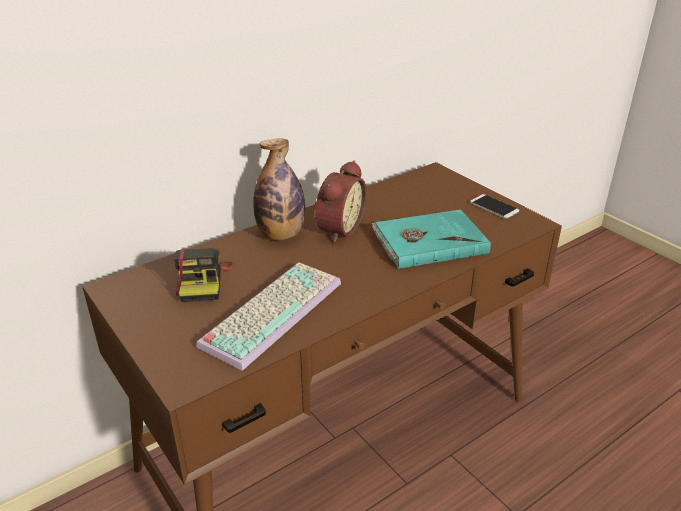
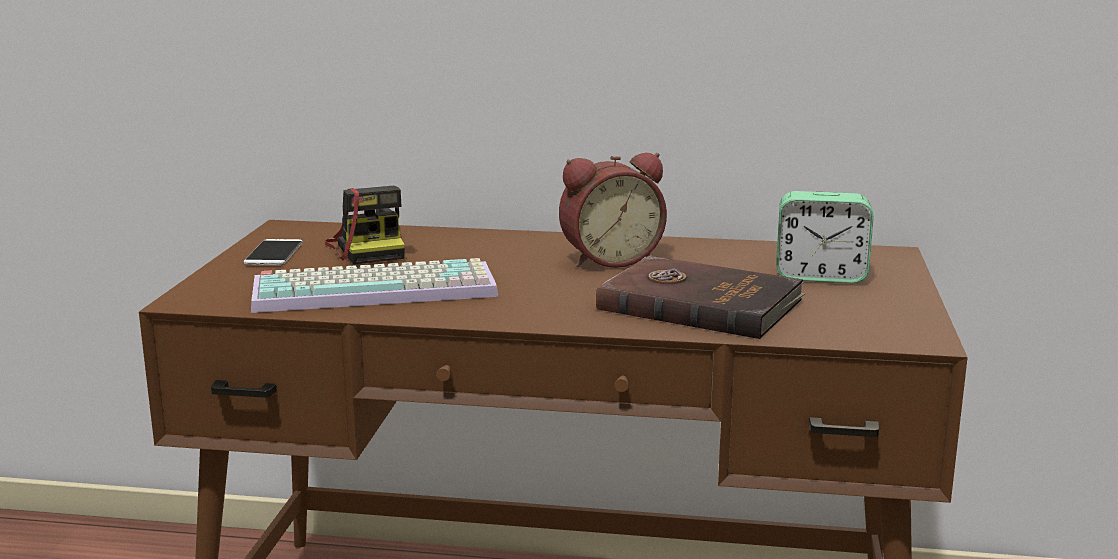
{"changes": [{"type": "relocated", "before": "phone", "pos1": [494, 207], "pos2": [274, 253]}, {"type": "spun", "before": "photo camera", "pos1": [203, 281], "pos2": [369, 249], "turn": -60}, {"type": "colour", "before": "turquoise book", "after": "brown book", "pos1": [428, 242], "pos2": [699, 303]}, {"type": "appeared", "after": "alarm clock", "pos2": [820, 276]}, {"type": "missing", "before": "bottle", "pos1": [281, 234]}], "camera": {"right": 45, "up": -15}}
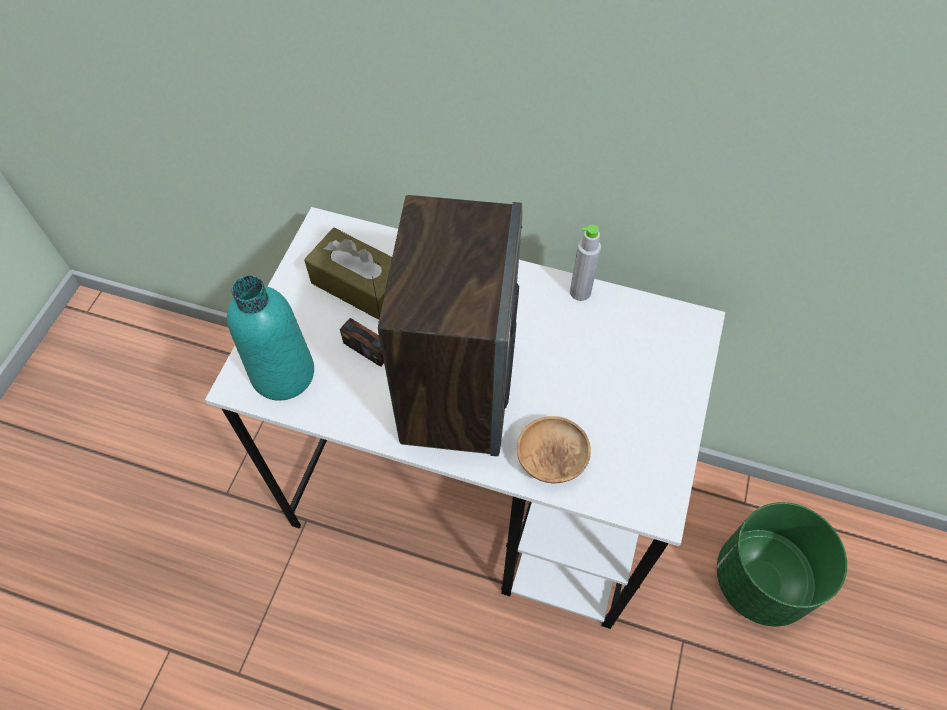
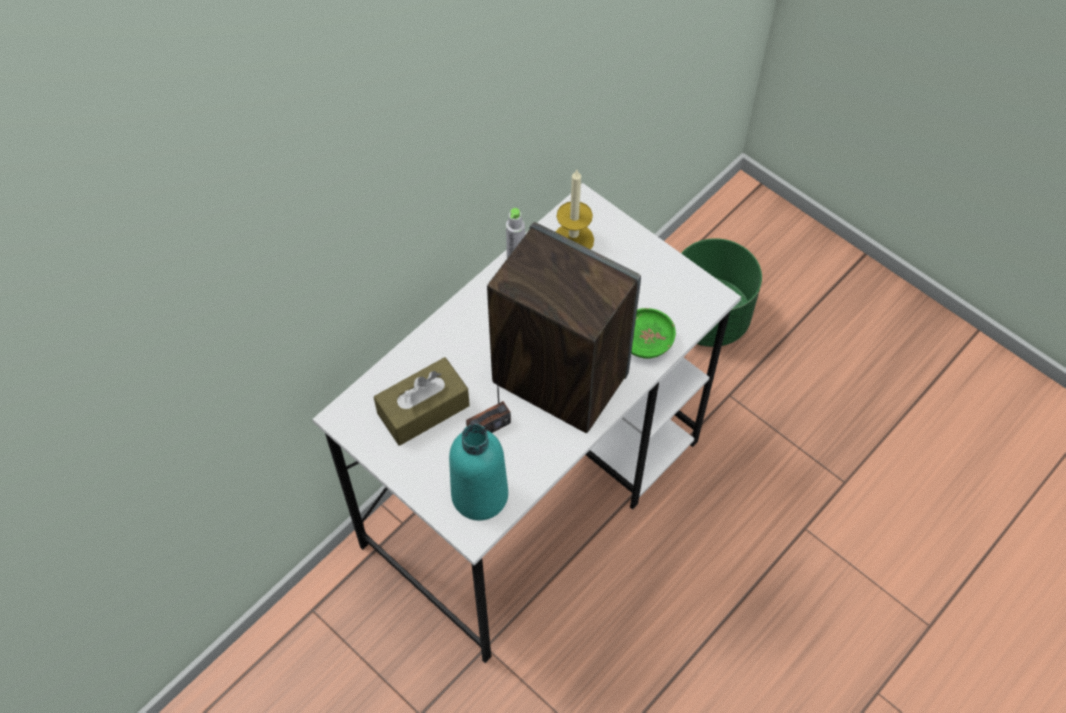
{"changes": [{"type": "appeared", "after": "candle", "pos2": [573, 240]}, {"type": "colour", "before": "brown bowl", "after": "green bowl", "pos1": [551, 458], "pos2": [645, 342]}], "camera": {"right": -65, "up": 0}}
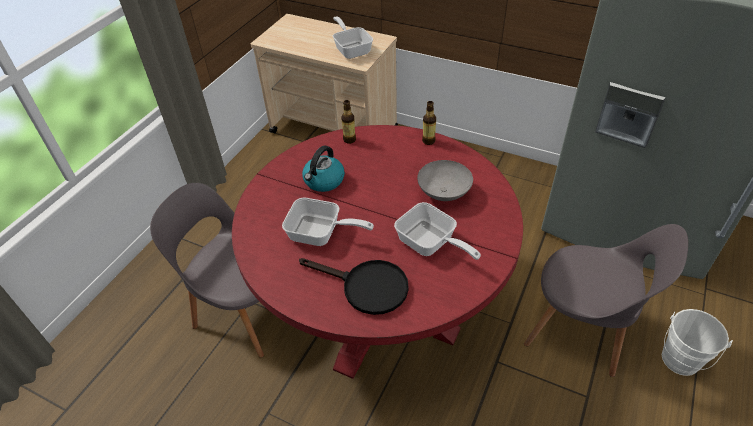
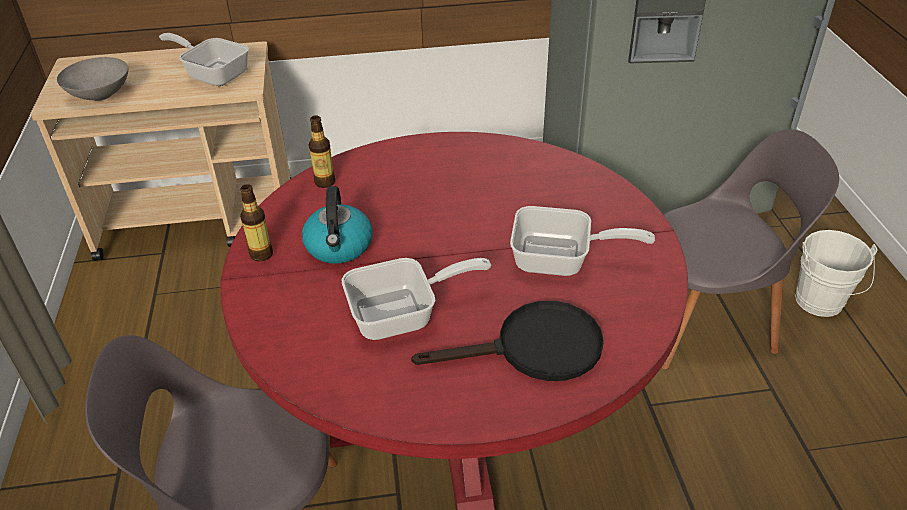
{"changes": [{"type": "relocated", "before": "grey bowl", "pos1": [443, 193], "pos2": [100, 96]}, {"type": "relocated", "before": "bottle", "pos1": [428, 141], "pos2": [261, 254]}], "camera": {"right": -35, "up": -5}}
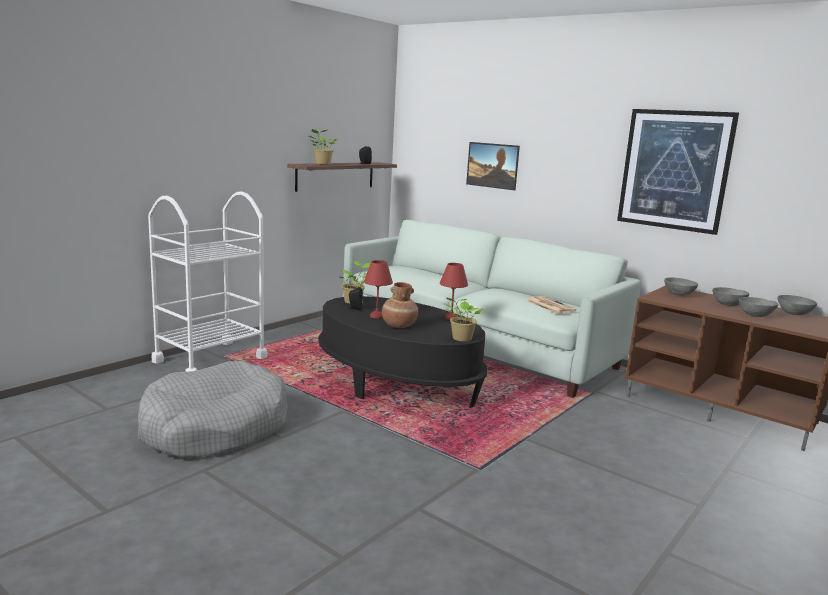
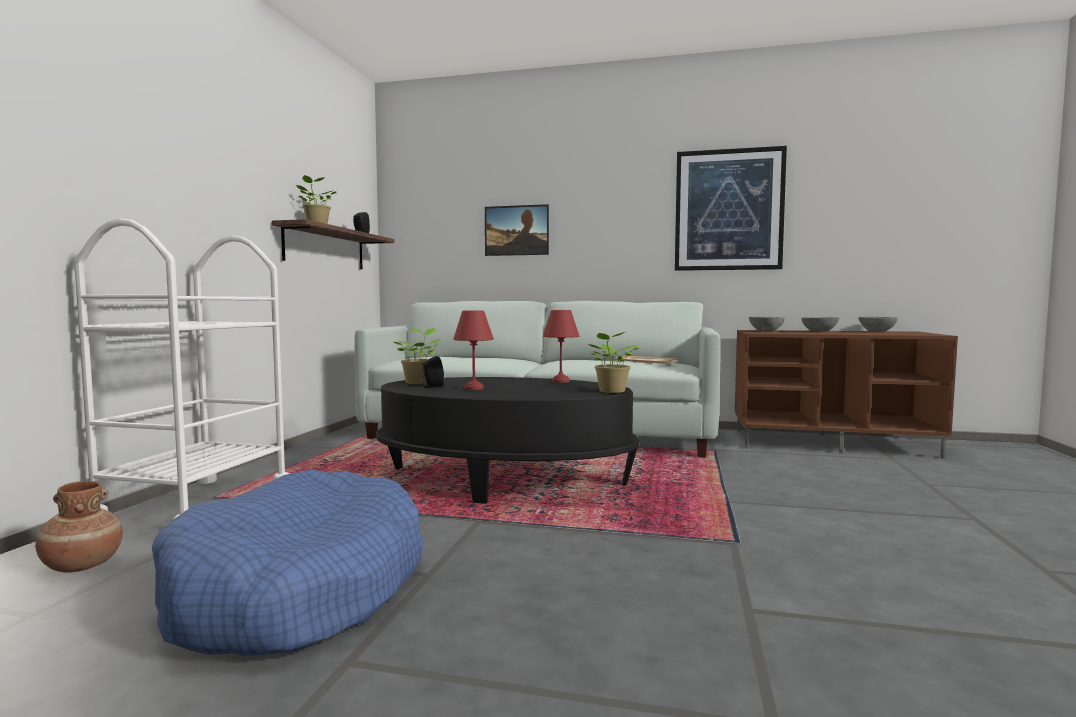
{"changes": [{"type": "relocated", "before": "brown vase", "pos1": [399, 326], "pos2": [82, 565]}, {"type": "colour", "before": "grey dog bed", "after": "blue dog bed", "pos1": [215, 428], "pos2": [298, 589]}, {"type": "missing", "before": "grey bowl", "pos1": [755, 315]}], "camera": {"right": -25, "up": -10}}
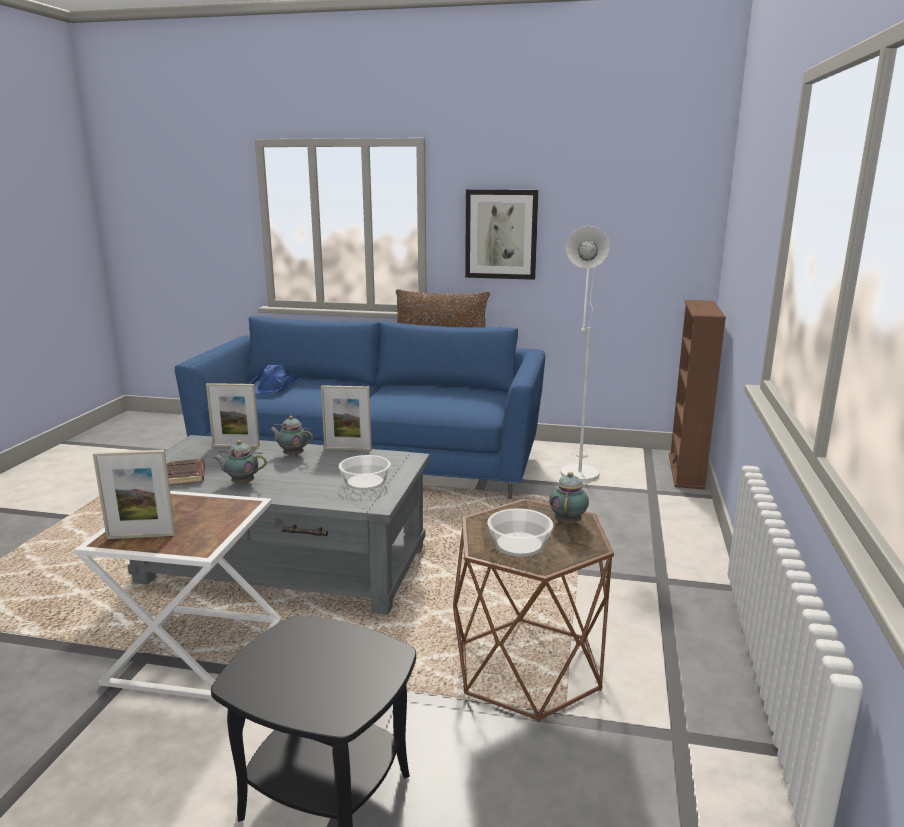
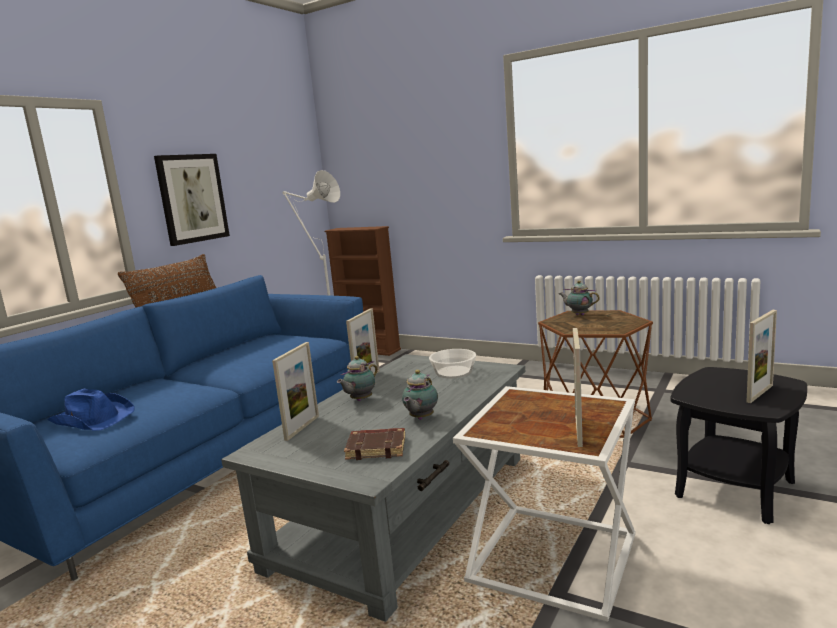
{"changes": [{"type": "appeared", "after": "picture frame", "pos2": [760, 393]}, {"type": "missing", "before": "bowl", "pos1": [519, 544]}], "camera": {"right": -70, "up": -5}}
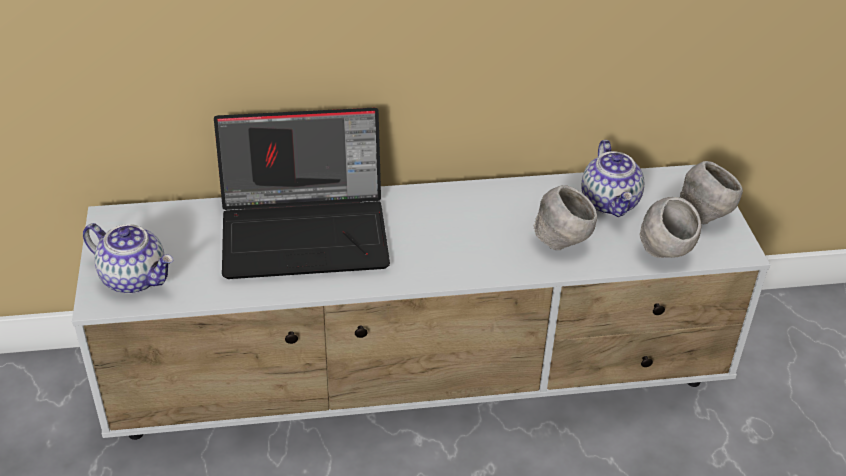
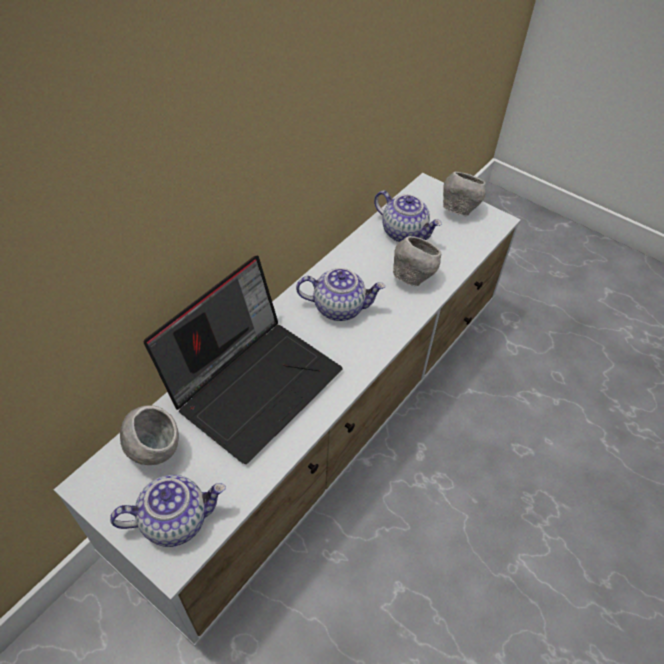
{"changes": [{"type": "relocated", "before": "grey bowl", "pos1": [664, 254], "pos2": [155, 452]}, {"type": "appeared", "after": "teapot", "pos2": [339, 307]}], "camera": {"right": -45, "up": 10}}
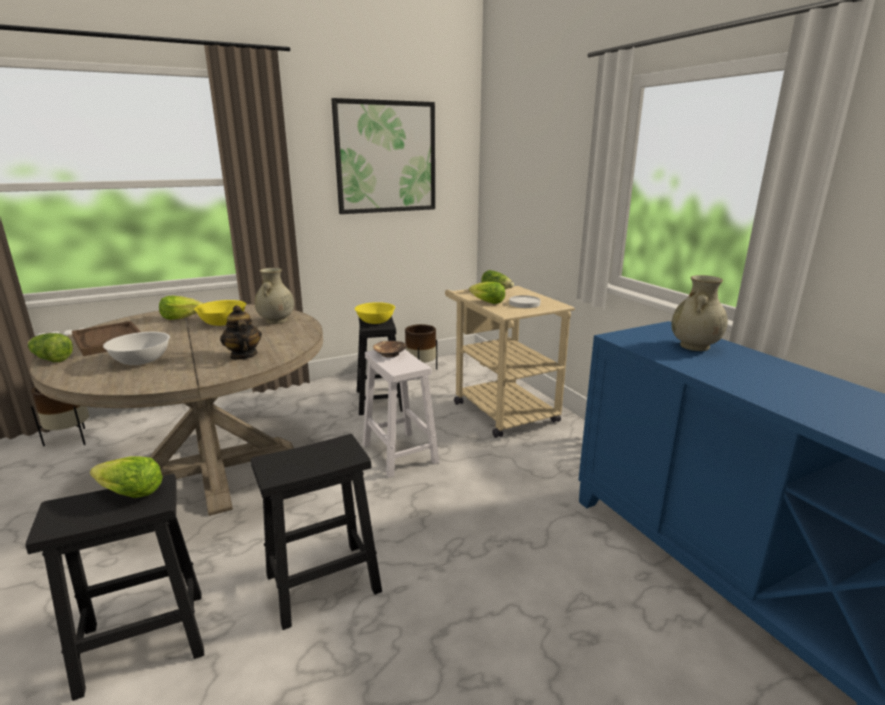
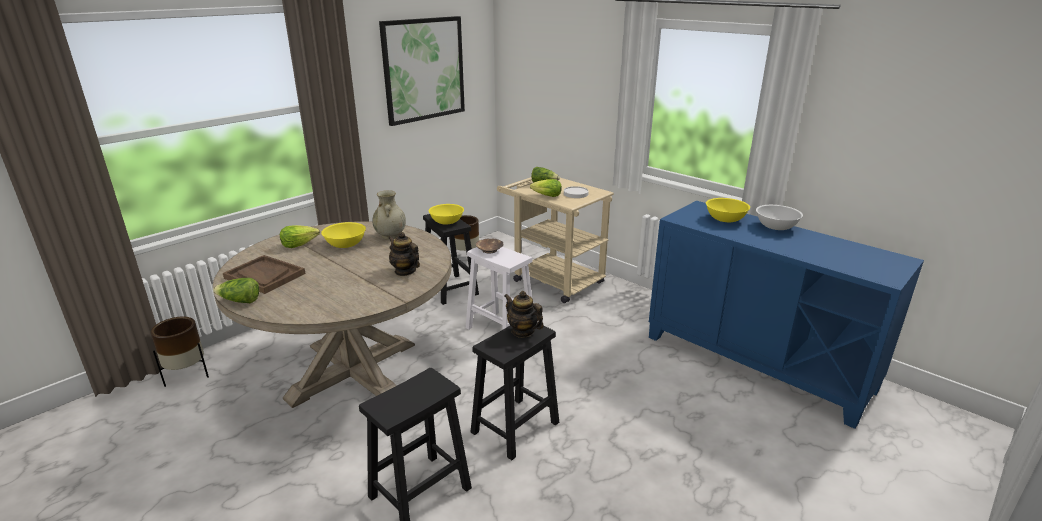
{"changes": [{"type": "appeared", "after": "teapot", "pos2": [523, 331]}, {"type": "exchanged", "before": "beige vase", "after": "yellow bowl", "pos1": [694, 346], "pos2": [725, 219]}, {"type": "relocated", "before": "white bowl", "pos1": [141, 361], "pos2": [775, 227]}, {"type": "missing", "before": "lettuce", "pos1": [130, 493]}], "camera": {"right": -20, "up": 5}}
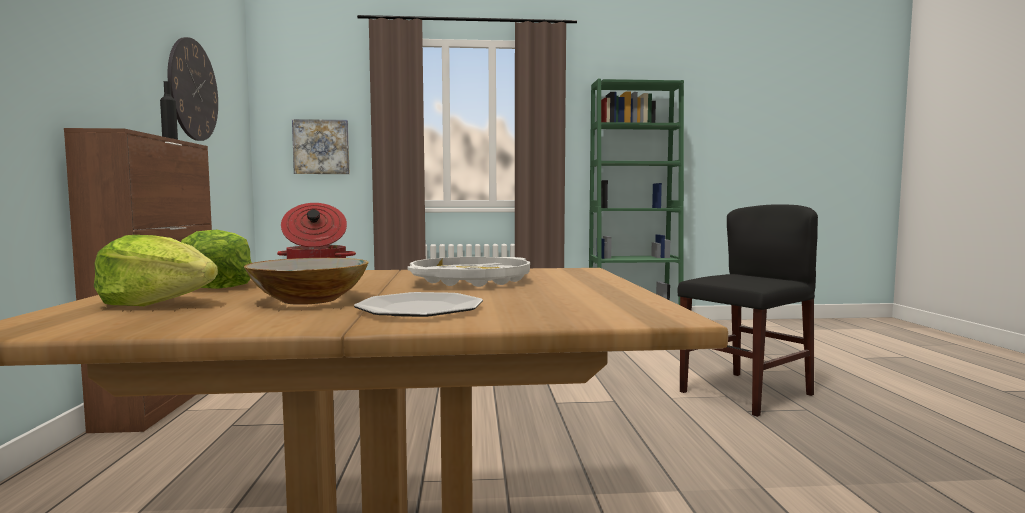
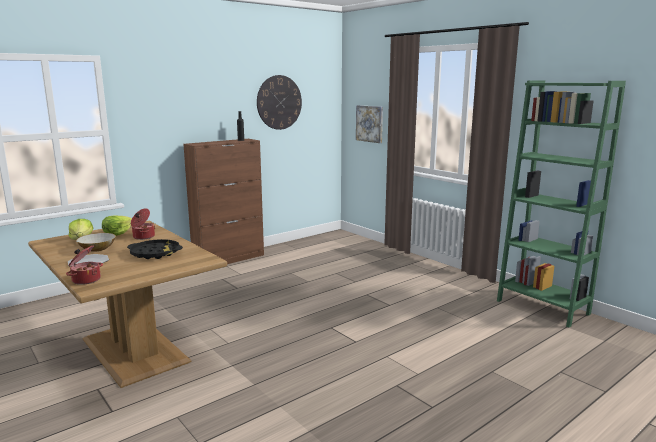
{"changes": [{"type": "appeared", "after": "cooking pot", "pos2": [86, 280]}, {"type": "colour", "before": "white tray", "after": "black tray", "pos1": [470, 281], "pos2": [155, 253]}, {"type": "missing", "before": "black chair", "pos1": [745, 393]}], "camera": {"right": 55, "up": 10}}
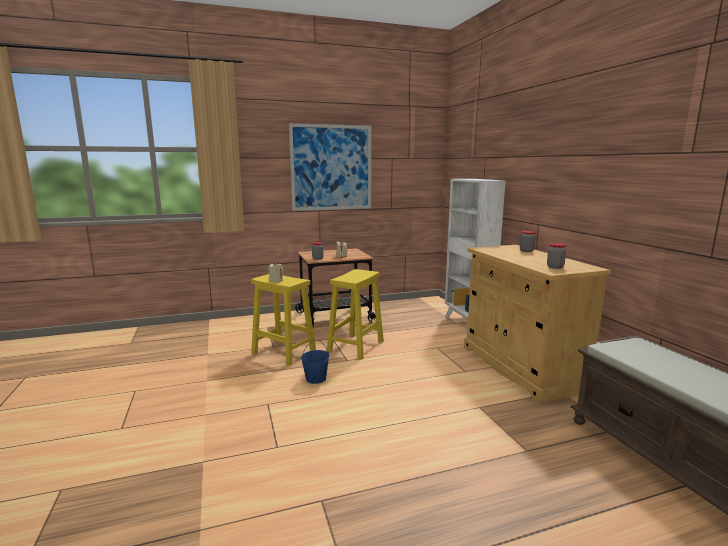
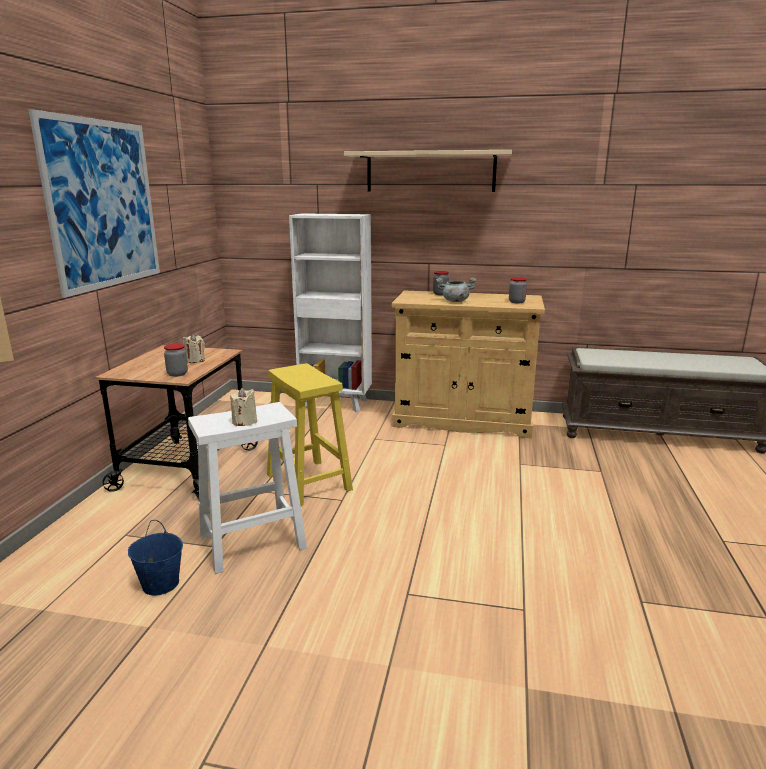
{"changes": [{"type": "relocated", "before": "blue bucket", "pos1": [315, 379], "pos2": [160, 584]}, {"type": "colour", "before": "yellow stool", "after": "white stool", "pos1": [284, 352], "pos2": [254, 541]}, {"type": "appeared", "after": "beige shelf", "pos2": [430, 172]}, {"type": "appeared", "after": "grey cooking pot", "pos2": [455, 301]}], "camera": {"right": -60, "up": 5}}
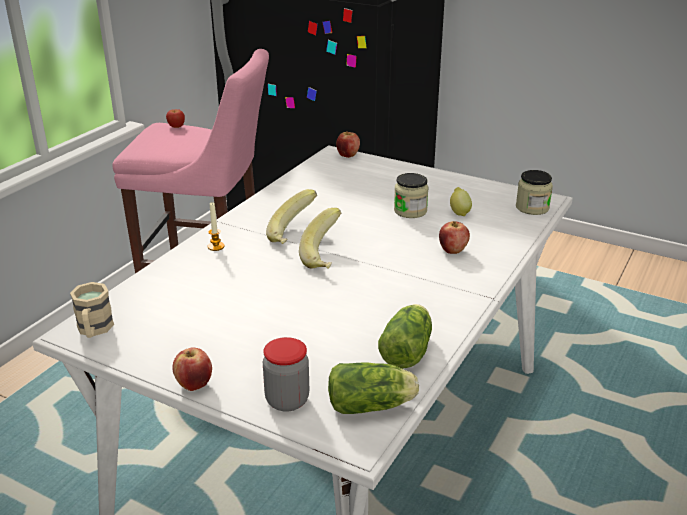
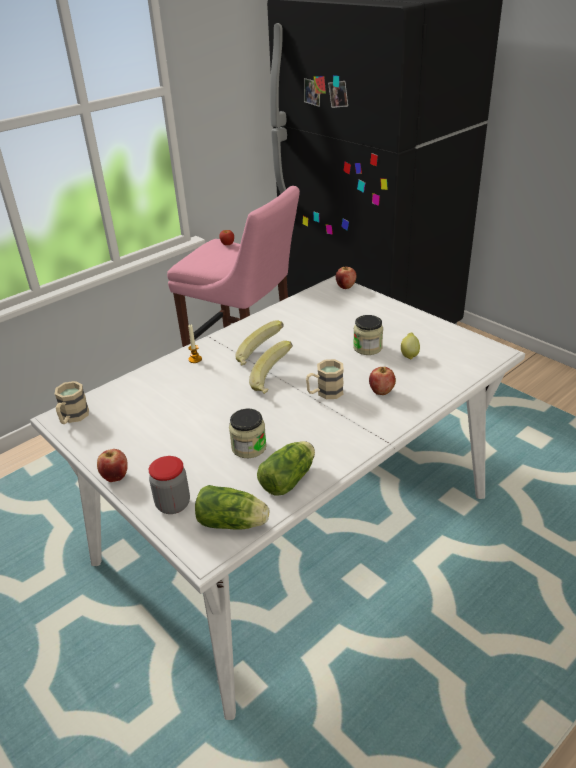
{"changes": [{"type": "relocated", "before": "jar", "pos1": [532, 208], "pos2": [249, 447]}, {"type": "appeared", "after": "beige mug", "pos2": [324, 393]}], "camera": {"right": 20, "up": 5}}
